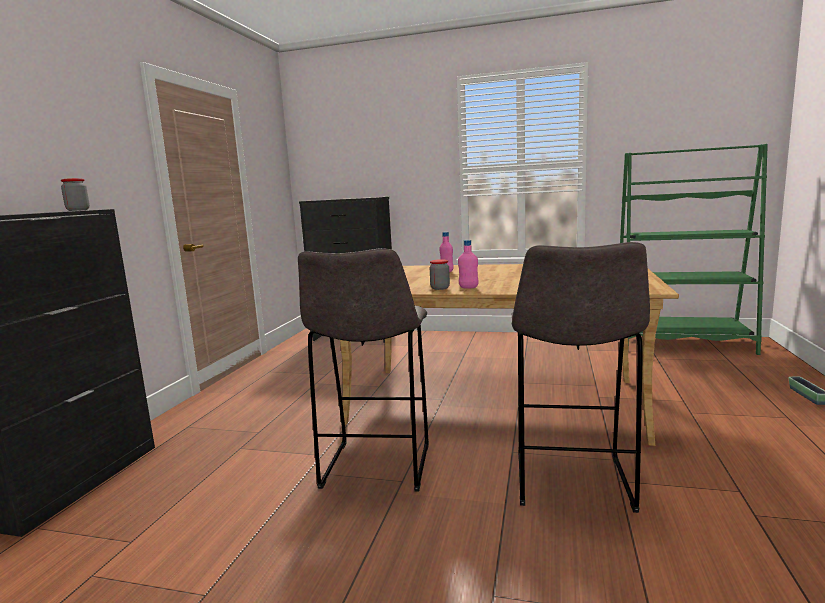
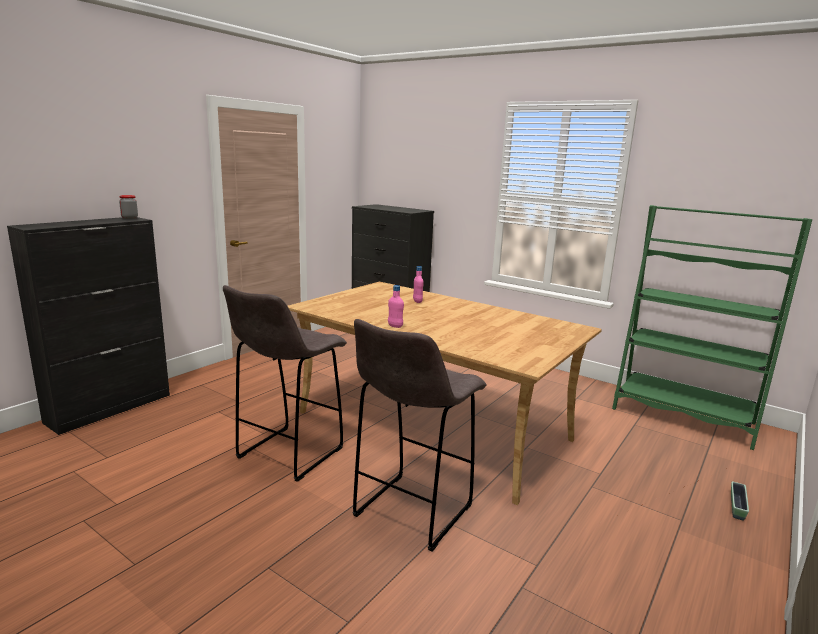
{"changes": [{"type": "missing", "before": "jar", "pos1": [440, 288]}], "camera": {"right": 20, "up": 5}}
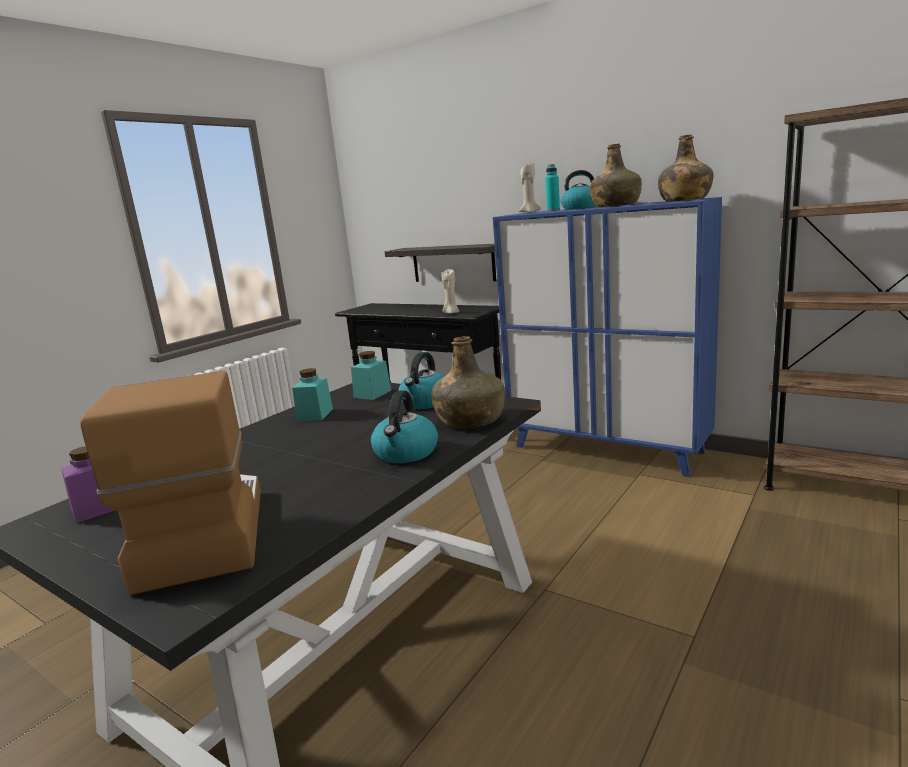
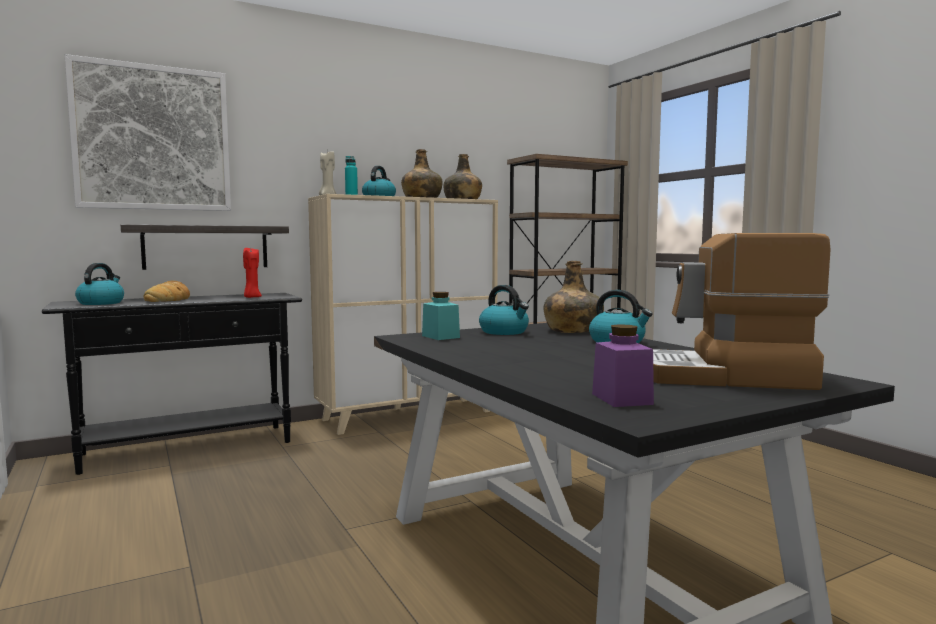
{"changes": [{"type": "appeared", "after": "picture", "pos2": [153, 138]}, {"type": "appeared", "after": "kettle", "pos2": [101, 303]}, {"type": "appeared", "after": "bread", "pos2": [169, 299]}, {"type": "colour", "before": "beige candle", "after": "red candle", "pos1": [451, 313], "pos2": [252, 297]}, {"type": "colour", "before": "blue cabinet", "after": "beige cabinet", "pos1": [607, 449], "pos2": [408, 415]}, {"type": "missing", "before": "turquoise jar", "pos1": [315, 415]}], "camera": {"right": -65, "up": -10}}
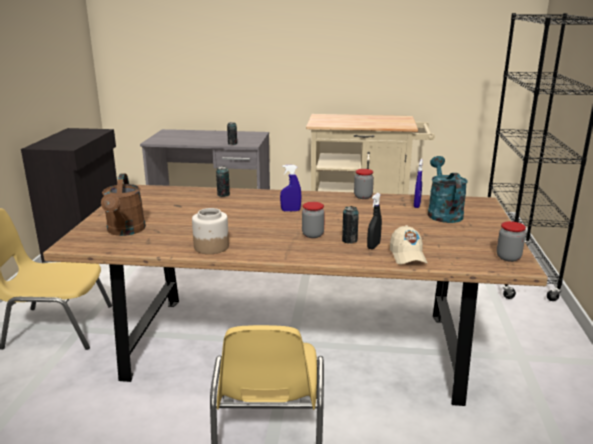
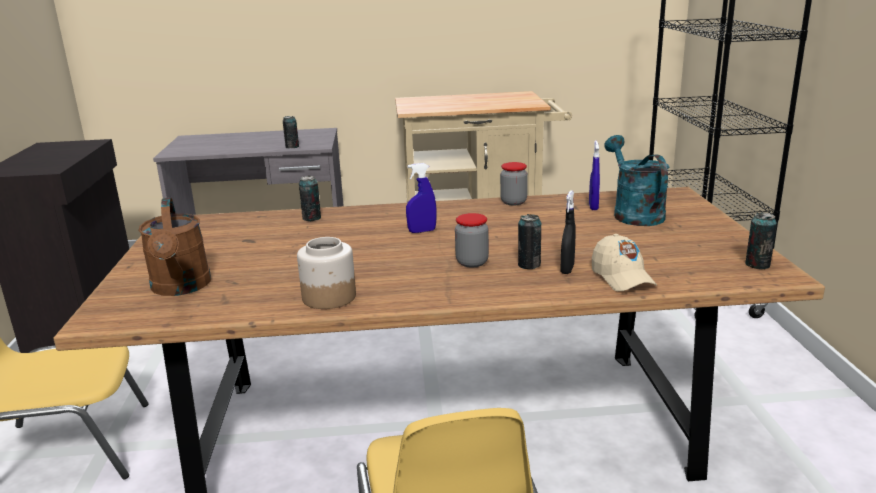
{"changes": [{"type": "exchanged", "before": "jar", "after": "can", "pos1": [508, 257], "pos2": [757, 265]}], "camera": {"right": -10, "up": 0}}
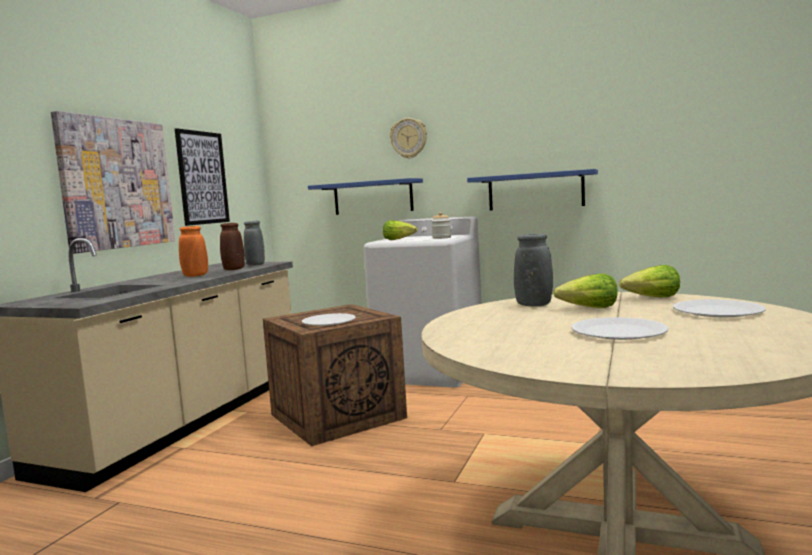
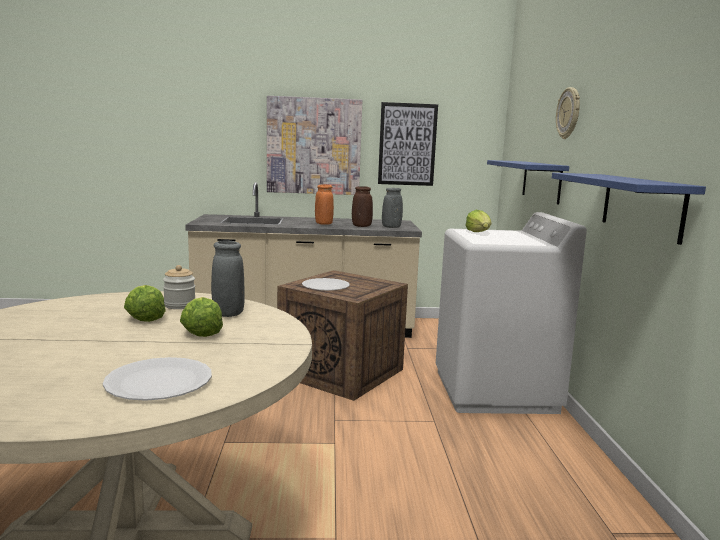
{"changes": [{"type": "relocated", "before": "lettuce", "pos1": [652, 298], "pos2": [144, 317]}, {"type": "relocated", "before": "jar", "pos1": [441, 238], "pos2": [180, 305]}, {"type": "missing", "before": "white plate", "pos1": [618, 332]}], "camera": {"right": 65, "up": 5}}
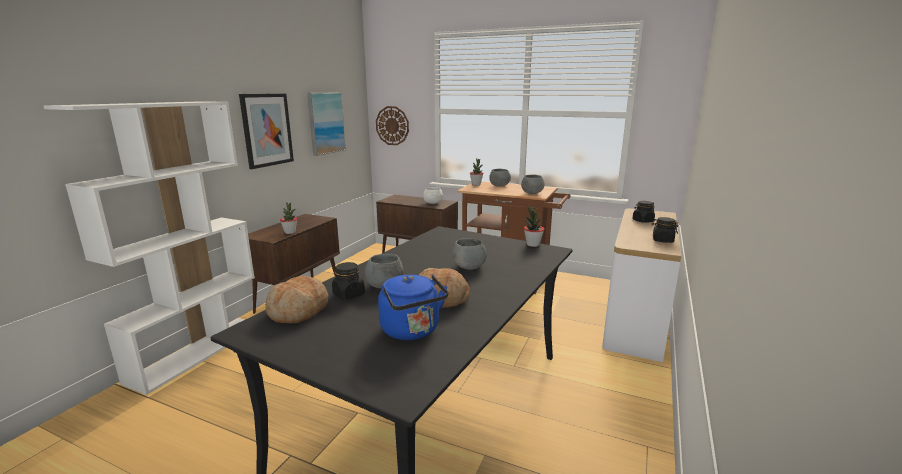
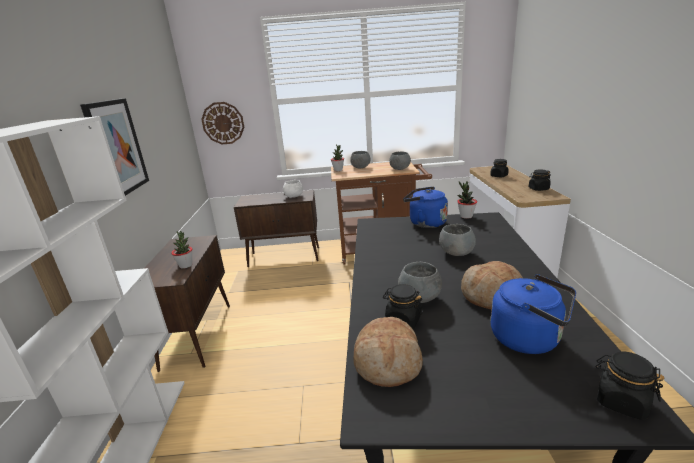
{"changes": [{"type": "appeared", "after": "blue kettle", "pos2": [425, 223]}, {"type": "appeared", "after": "black jar", "pos2": [621, 401]}, {"type": "missing", "before": "picture", "pos1": [326, 123]}], "camera": {"right": -25, "up": 5}}
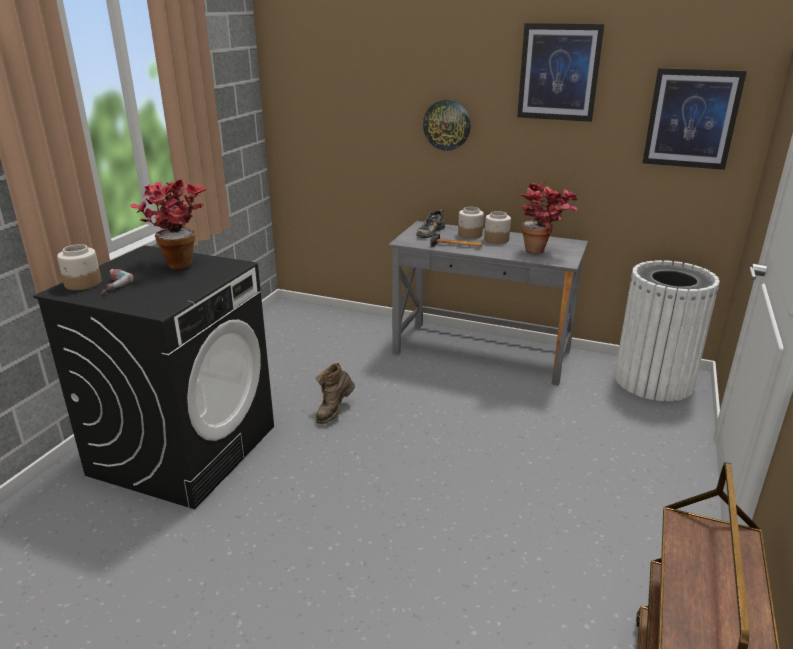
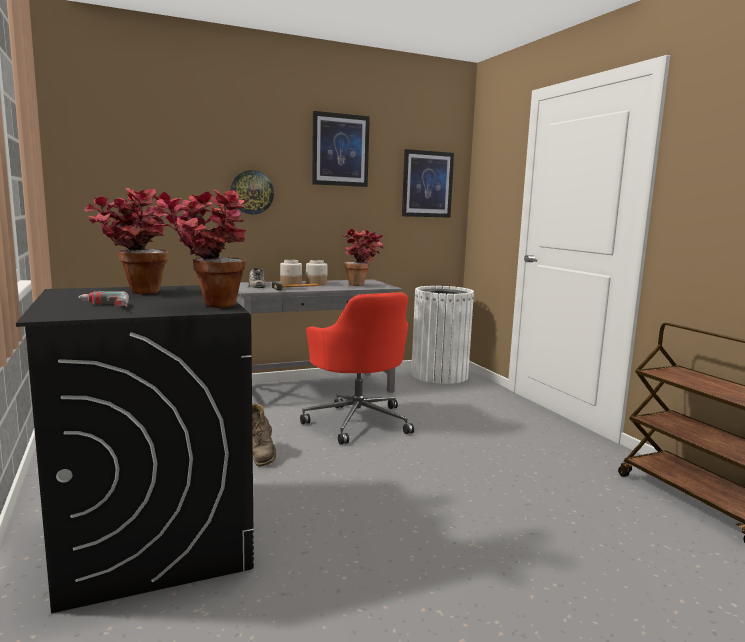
{"changes": [{"type": "appeared", "after": "potted plant", "pos2": [207, 305]}, {"type": "appeared", "after": "red office chair", "pos2": [358, 421]}, {"type": "missing", "before": "jar", "pos1": [83, 284]}], "camera": {"right": -45, "up": -15}}
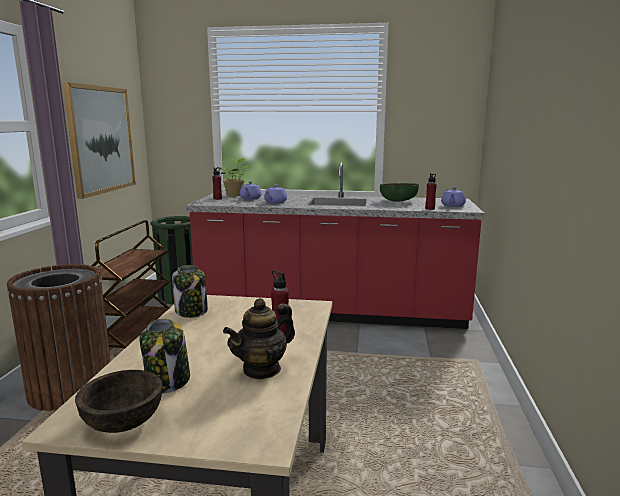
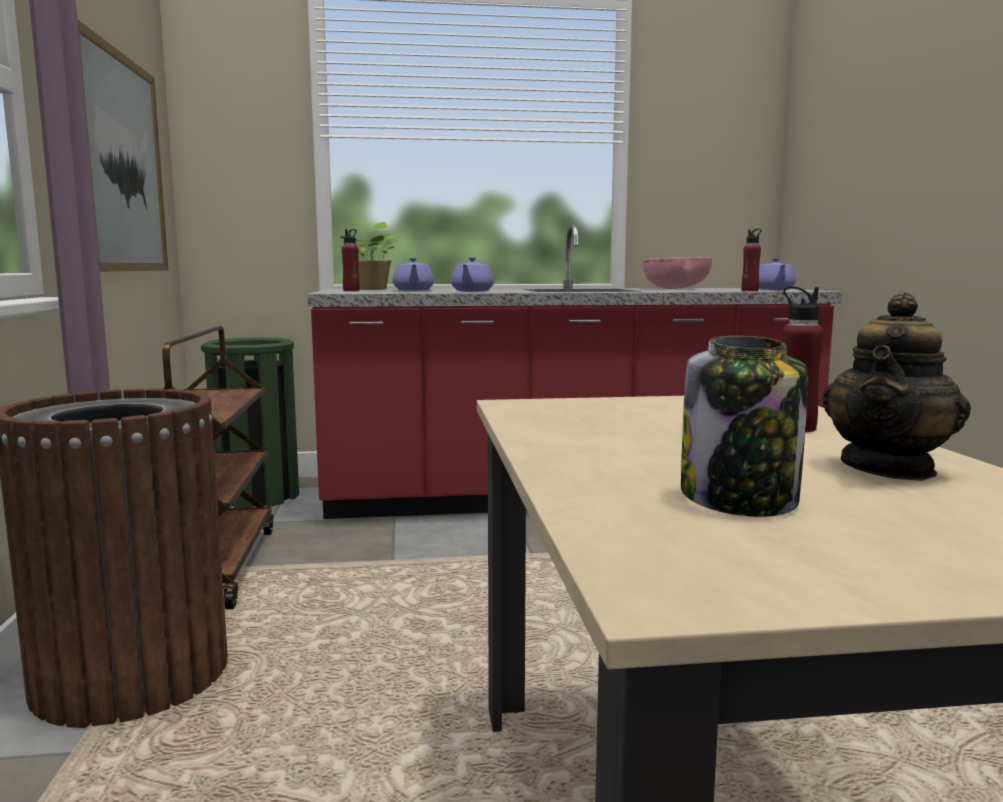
{"changes": [{"type": "colour", "before": "green bowl", "after": "pink bowl", "pos1": [398, 201], "pos2": [676, 289]}, {"type": "missing", "before": "brown bowl", "pos1": [122, 422]}, {"type": "missing", "before": "jar", "pos1": [192, 311]}], "camera": {"right": -15, "up": -5}}
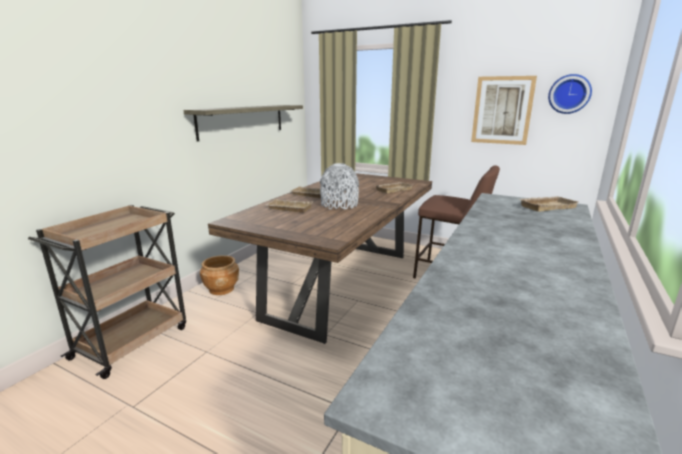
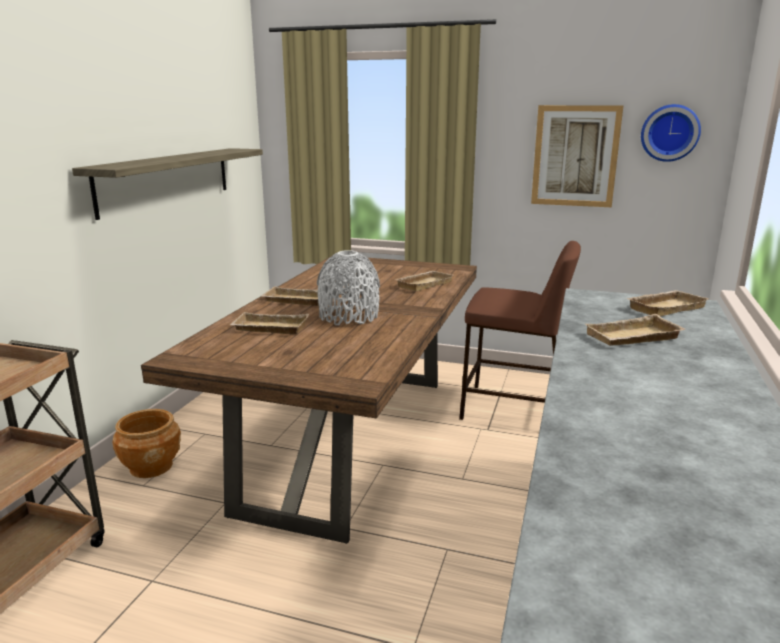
{"changes": [{"type": "appeared", "after": "beige tray", "pos2": [633, 338]}], "camera": {"right": -10, "up": 0}}
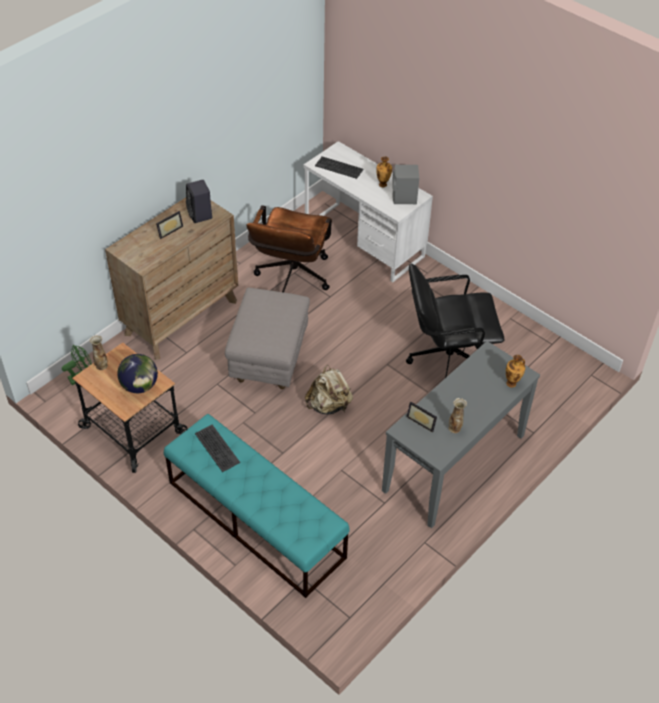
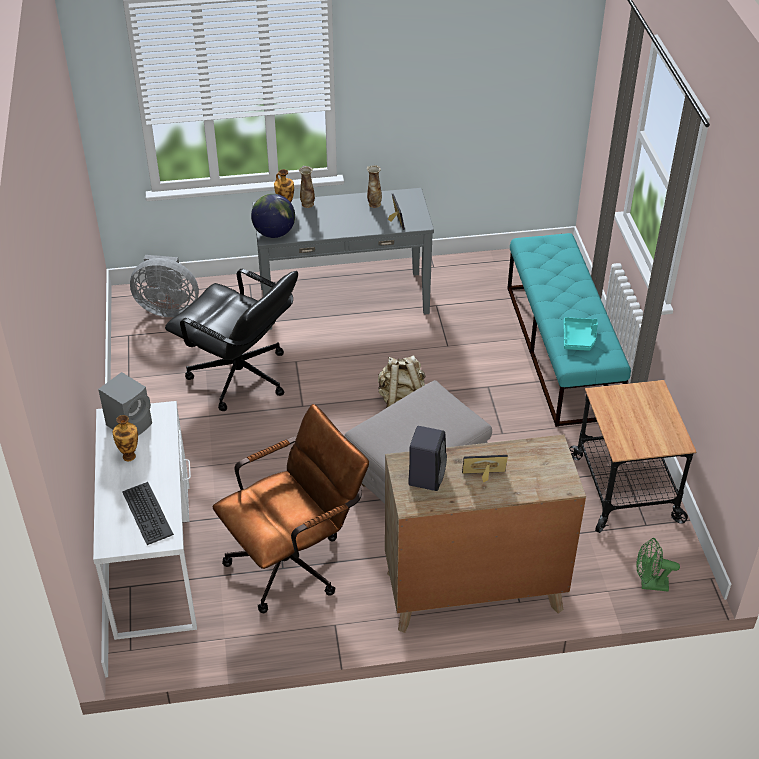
{"changes": [{"type": "appeared", "after": "grey fan", "pos2": [168, 308]}, {"type": "relocated", "before": "globe", "pos1": [139, 386], "pos2": [274, 233]}, {"type": "relocated", "before": "vase", "pos1": [101, 365], "pos2": [307, 204]}, {"type": "exchanged", "before": "keyboard", "after": "turquoise tray", "pos1": [216, 448], "pos2": [579, 338]}], "camera": {"right": -140, "up": -5}}
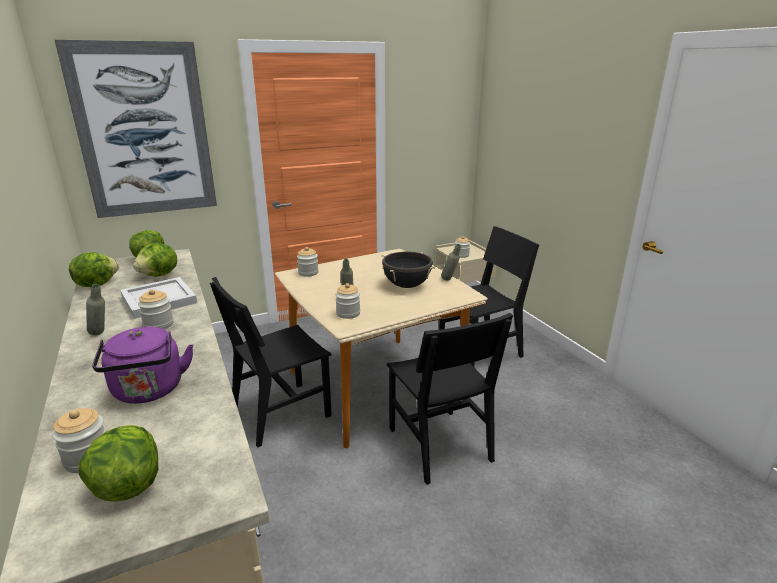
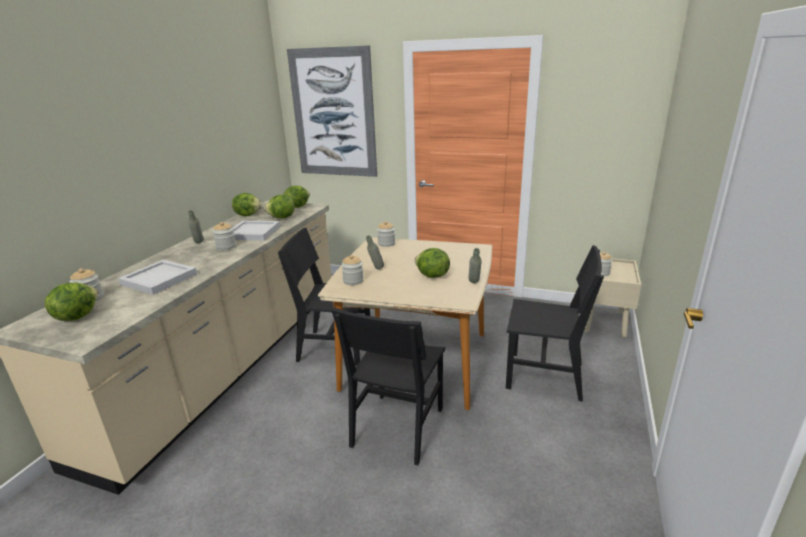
{"changes": [{"type": "exchanged", "before": "purple kettle", "after": "white tray", "pos1": [149, 391], "pos2": [158, 279]}, {"type": "exchanged", "before": "black cooking pot", "after": "lettuce", "pos1": [407, 286], "pos2": [432, 276]}], "camera": {"right": 45, "up": 0}}
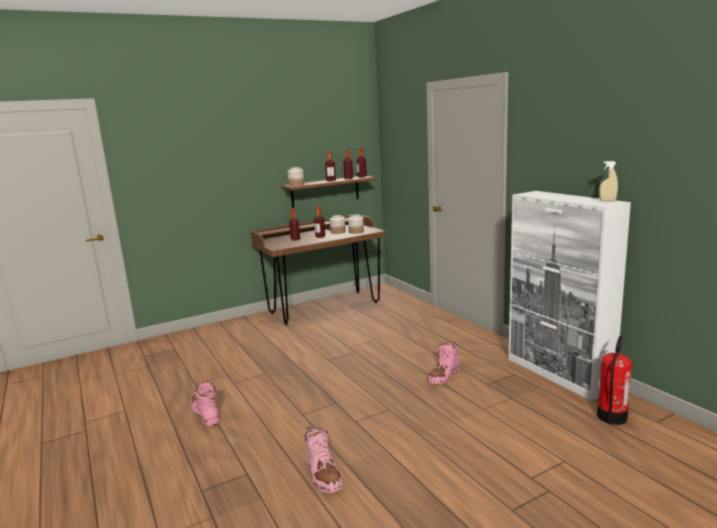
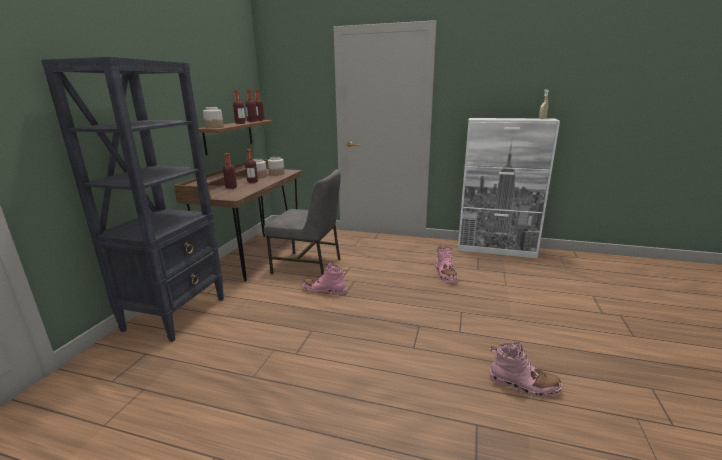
{"changes": [{"type": "appeared", "after": "black bookcase", "pos2": [176, 313]}, {"type": "appeared", "after": "grey chair", "pos2": [308, 266]}, {"type": "relocated", "before": "pink boot", "pos1": [206, 413], "pos2": [324, 290]}, {"type": "missing", "before": "fire extinguisher", "pos1": [611, 417]}], "camera": {"right": -45, "up": 5}}
